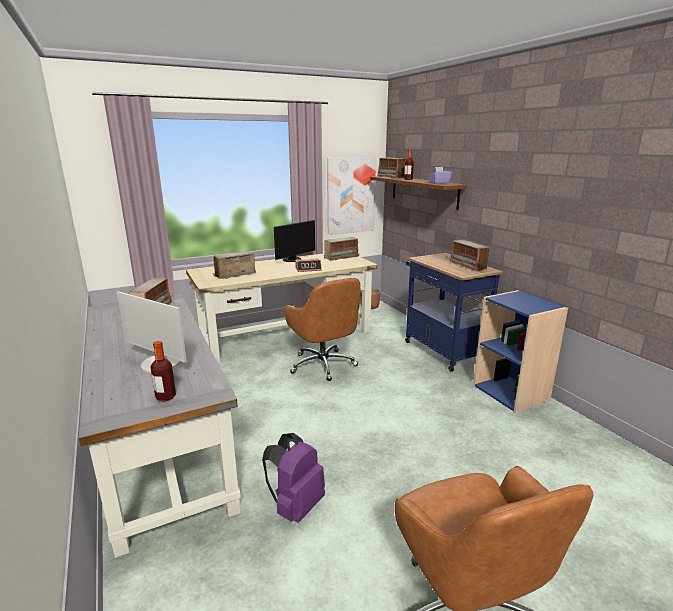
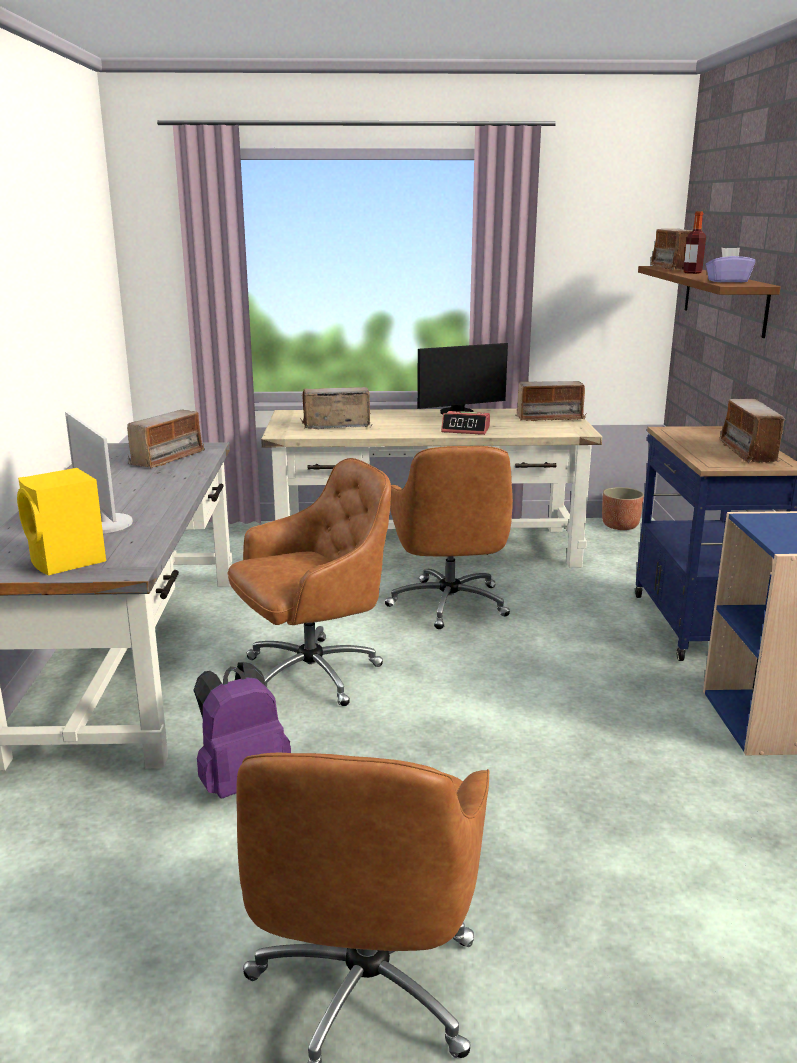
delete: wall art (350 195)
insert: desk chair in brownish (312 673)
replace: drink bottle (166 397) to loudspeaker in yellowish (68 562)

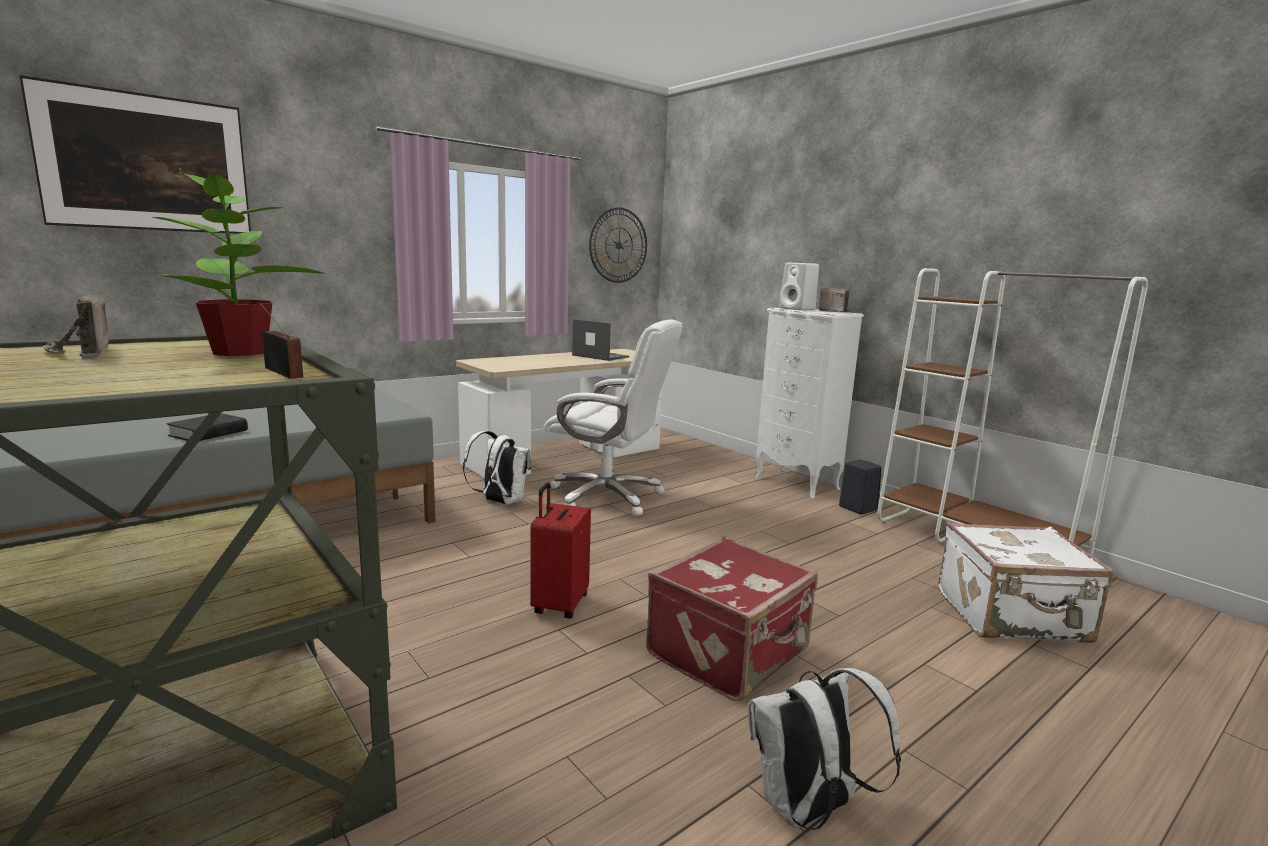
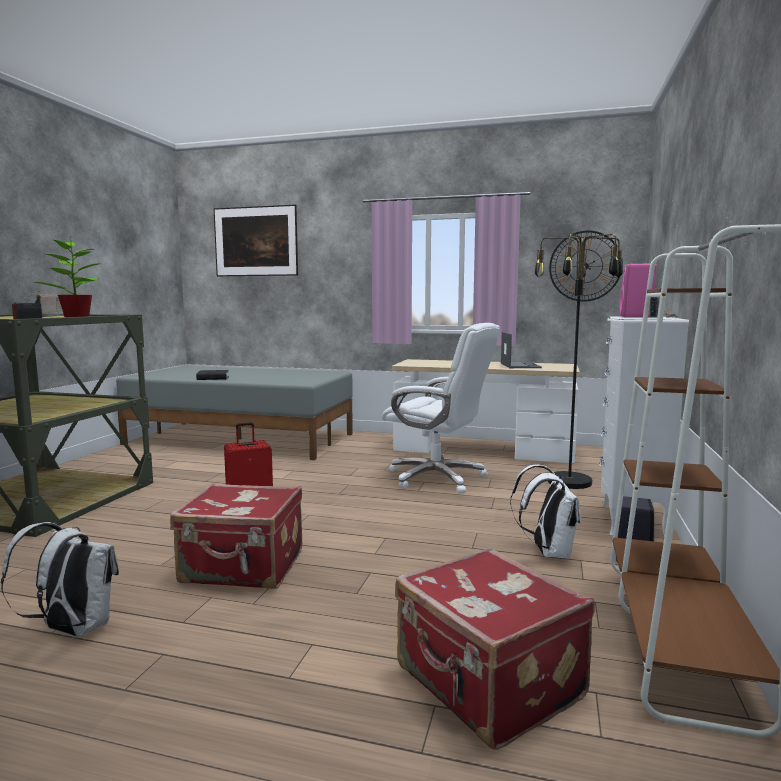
insert: floor lamp (569 482)
move: rucksack in white (500 502) to (548 552)
recolor: loudspeaker in white (798 309) to loudspeaker in pinkish (636 317); piece of luggage in white (1012 617) to piece of luggage in red (487 685)
rotate: desk chair in white (608 496) = (437 478) 45 degrees counterclockwise

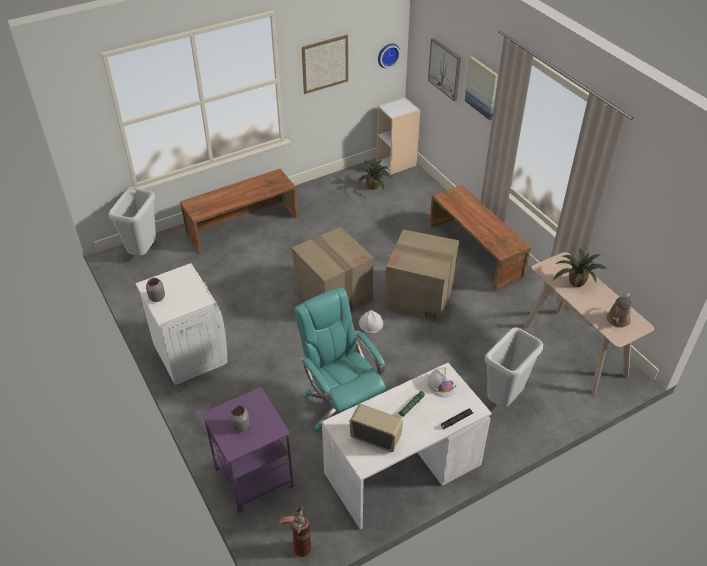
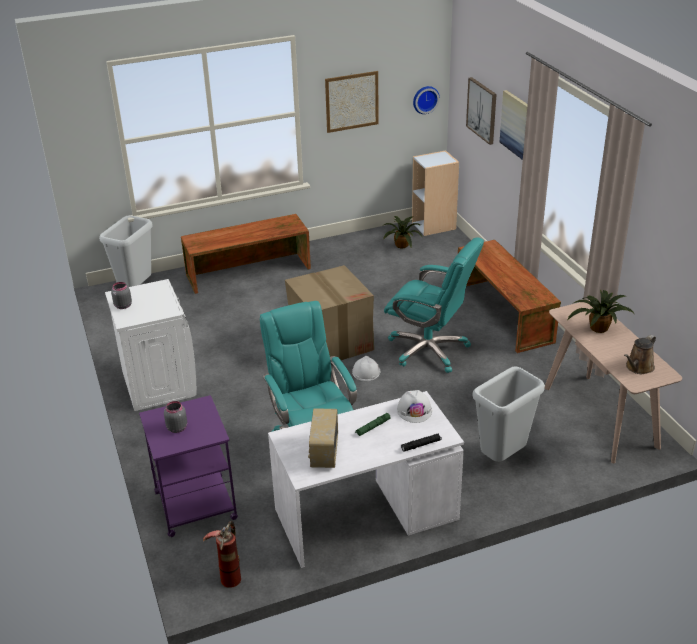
replace: carton (420 296) to desk chair in turquoise-coloured (429 350)
rotate: radio set (375 437) = (324 452) 120 degrees counterclockwise

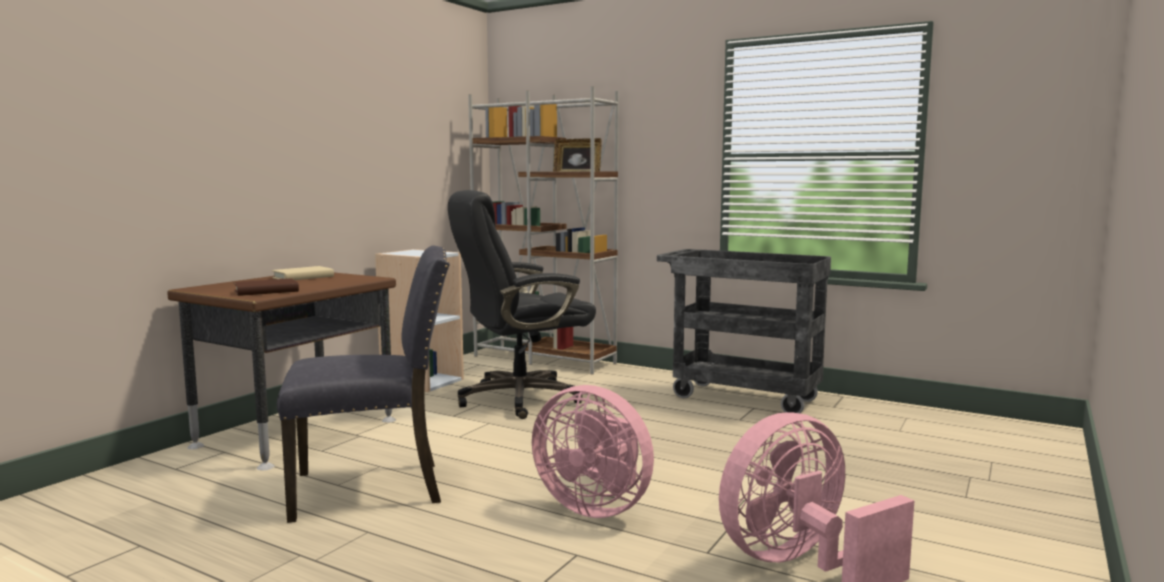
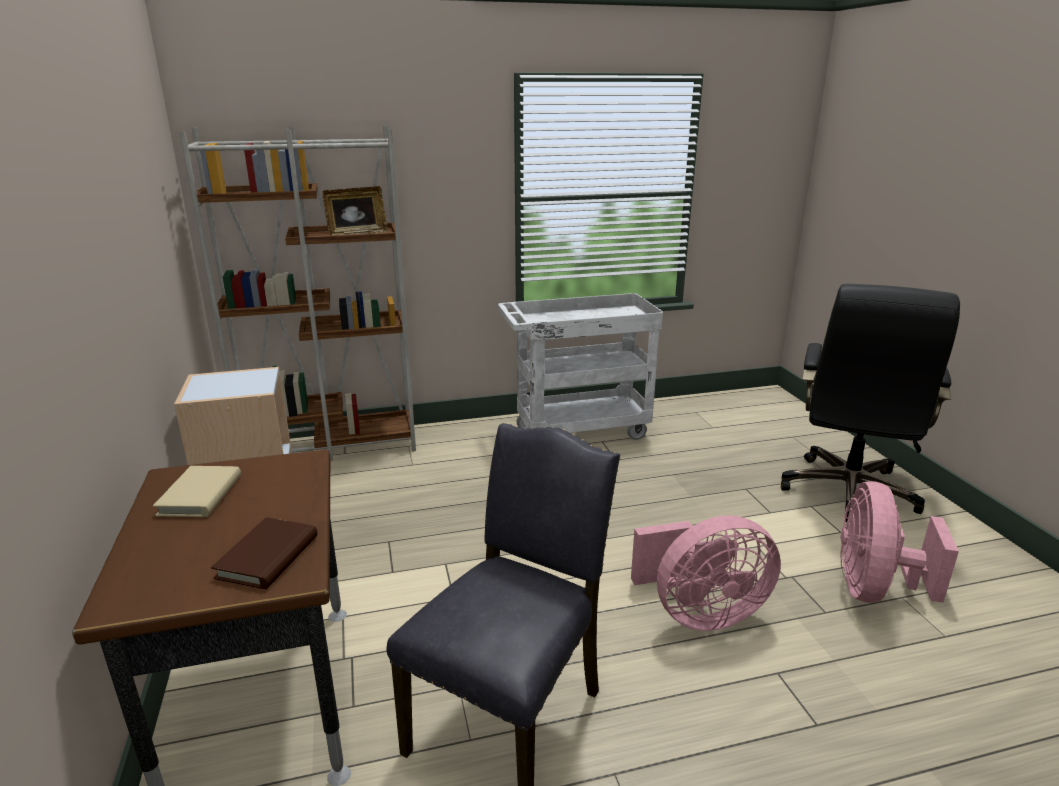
move: desk chair in black-coloured (522 399) to (847 489)
recolor: wheeled cart in black-coloured (738 398) to wheeled cart in white (575 435)

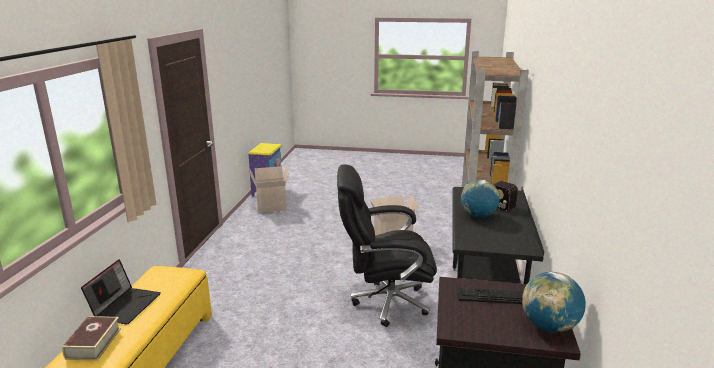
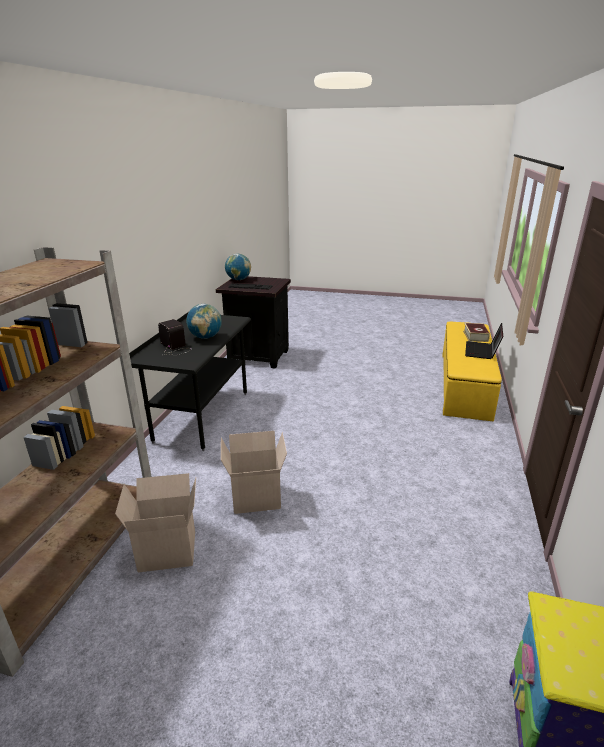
delete: desk chair in black-coloured (385 303)
move: carton (271 207) to (169 549)

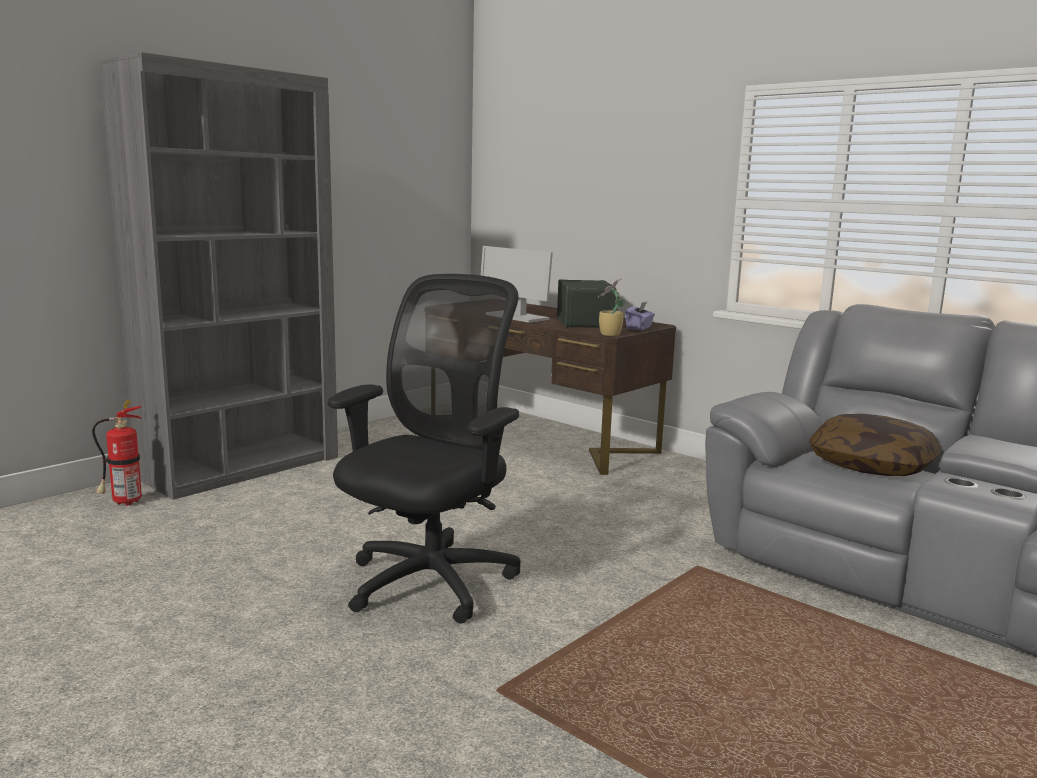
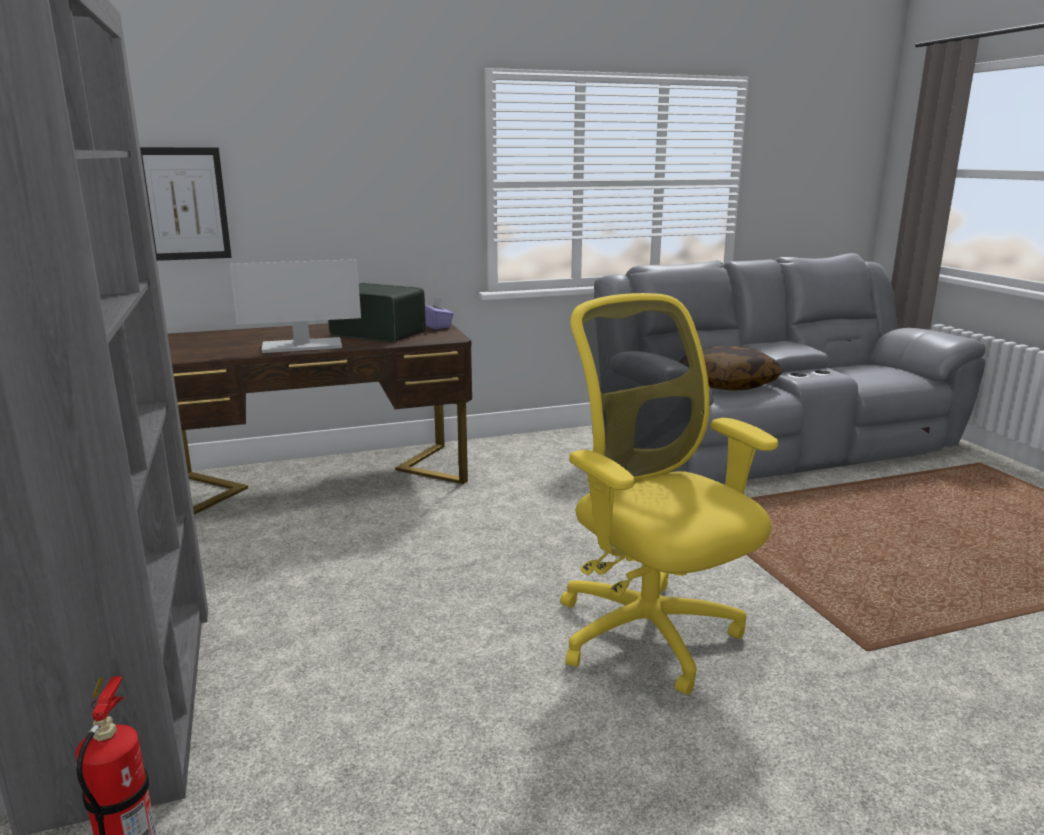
delete: potted plant (609 334)
insert: wall art (184 204)
recolor: desk chair in black-coloured (427 587) to desk chair in yellowish (655 638)

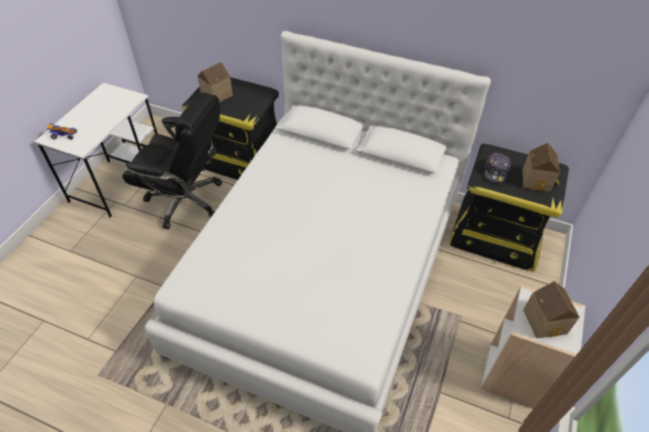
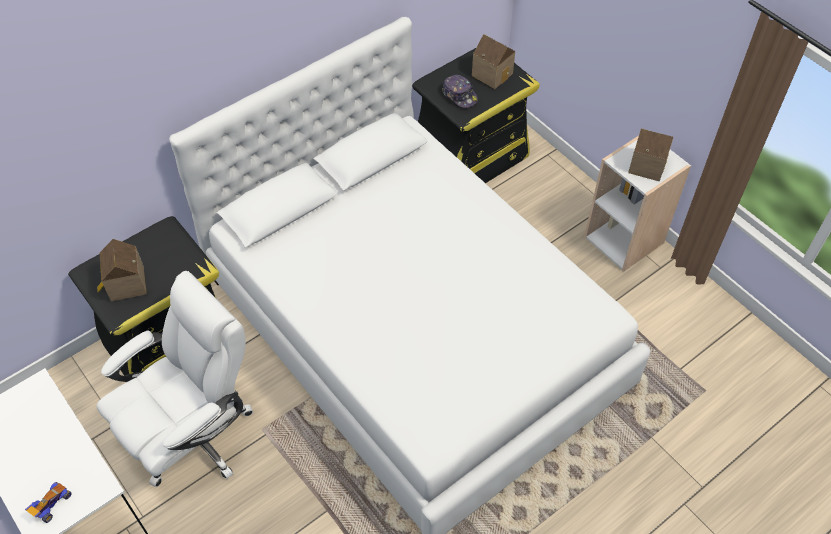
recolor: desk chair in black-coloured (185 200) to desk chair in white (193 434)

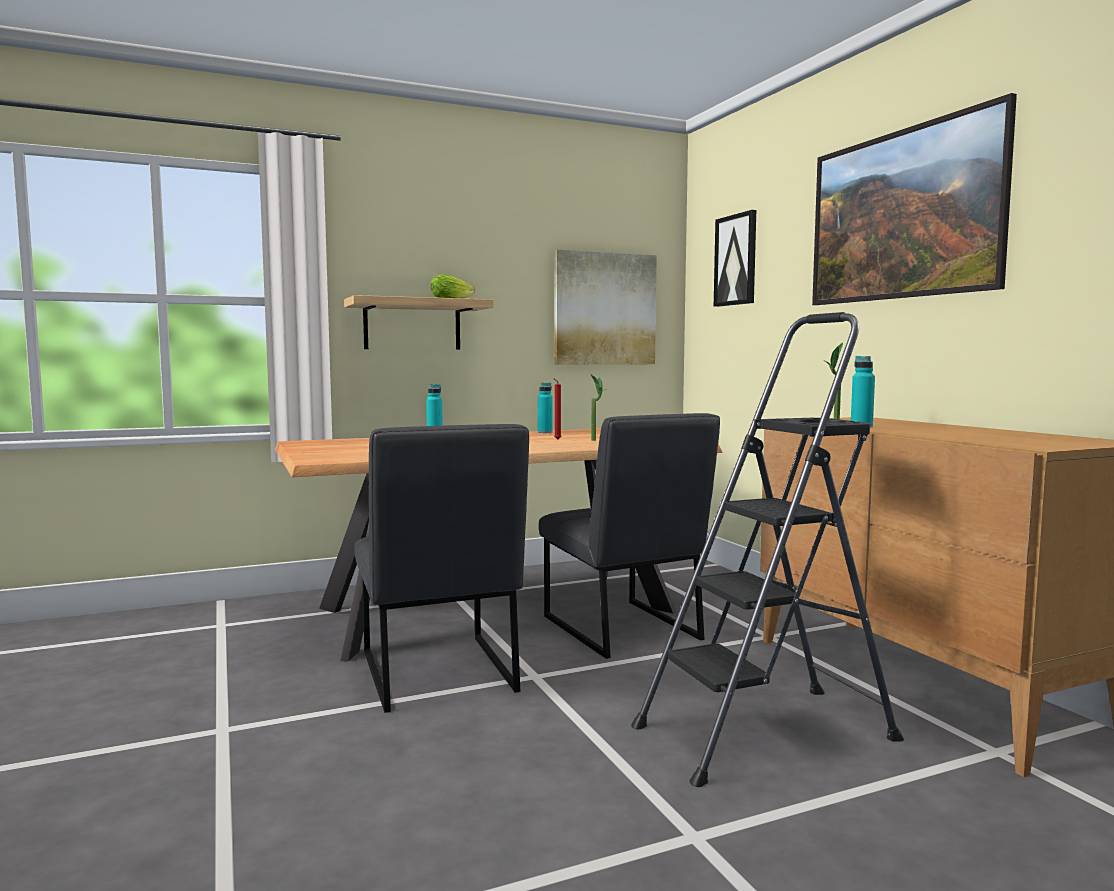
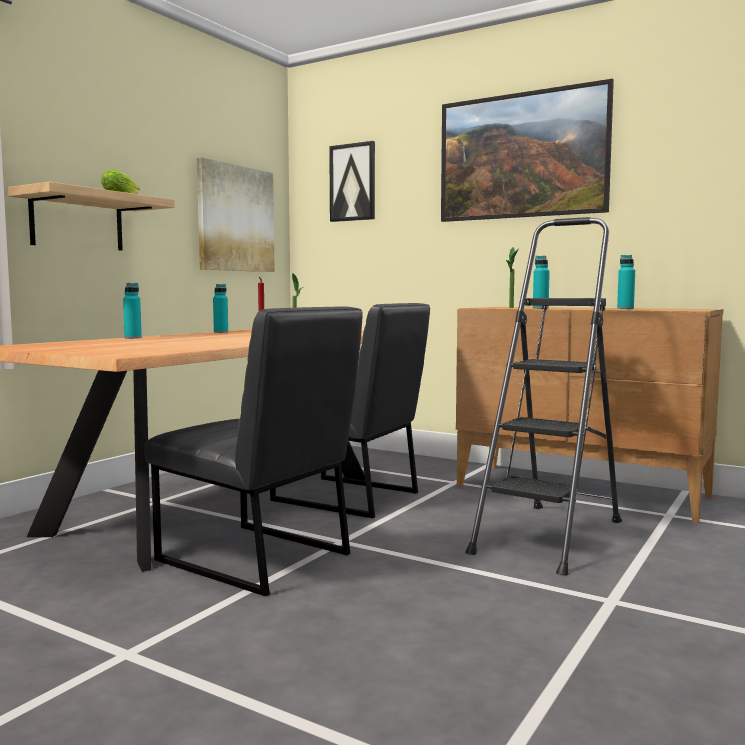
insert: drink bottle in turquoise-coloured (625 308)

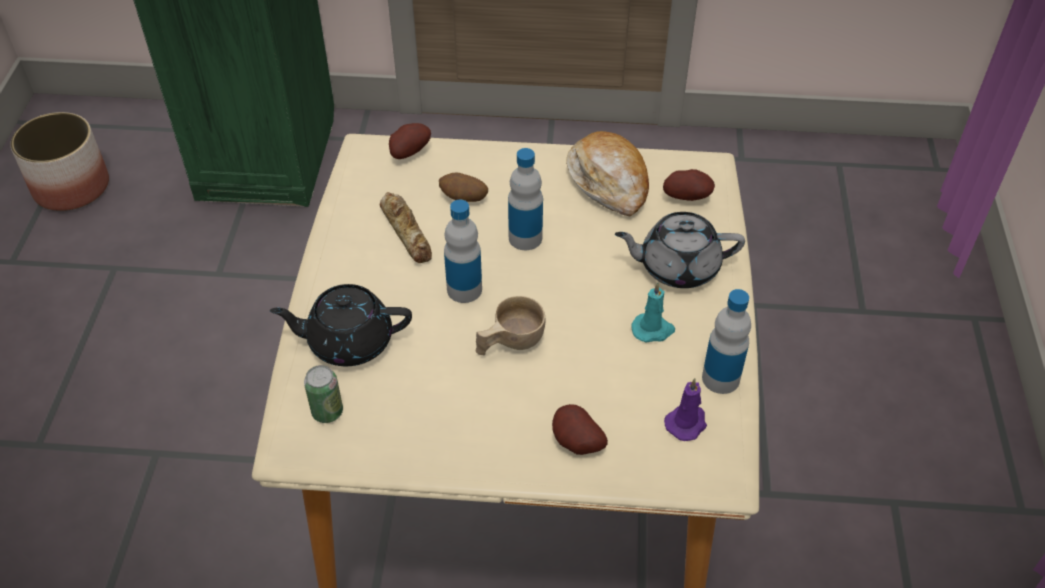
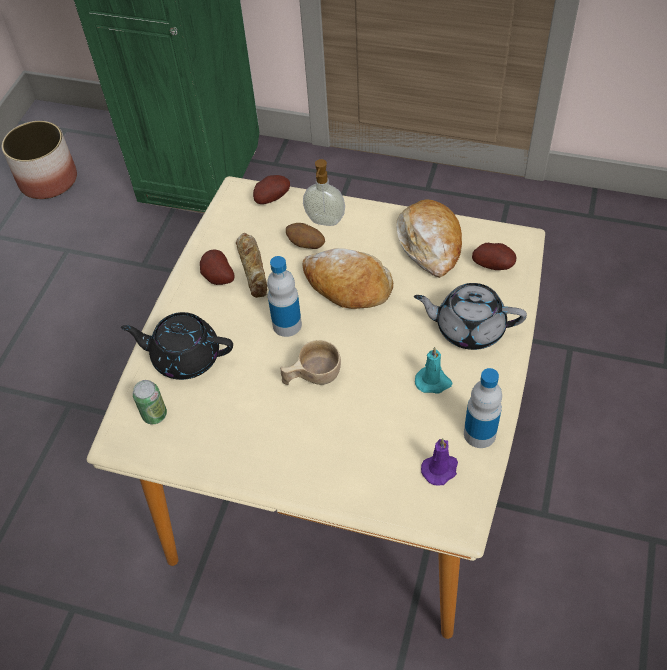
insert: soap dispenser (324 221)
move: whole potato (575 444) to (217 278)
replace: drink bottle (525 238) to bakery bread (347 285)

